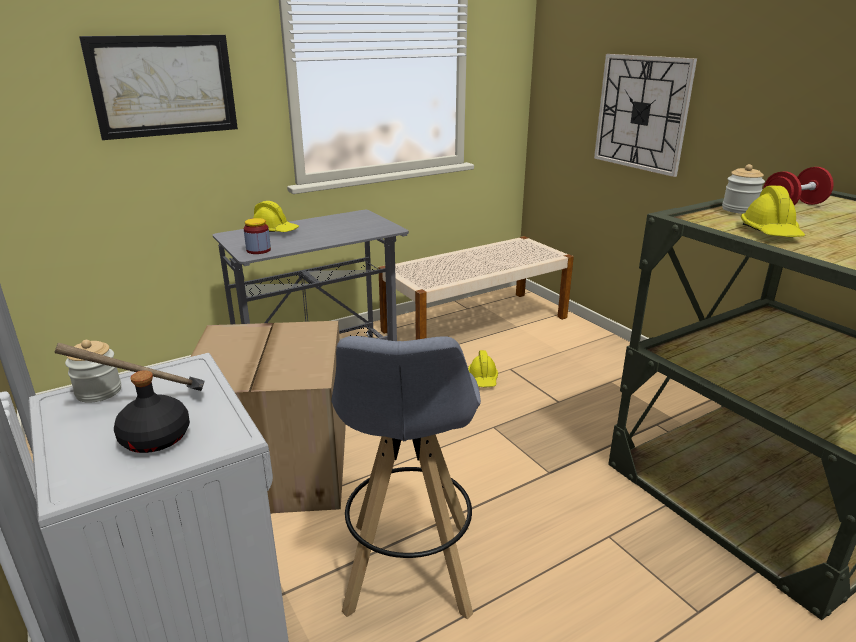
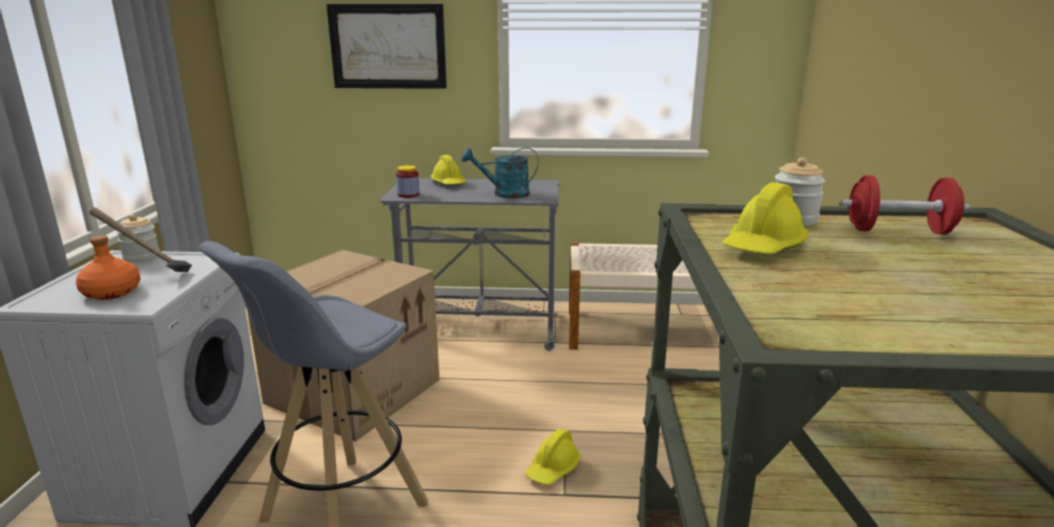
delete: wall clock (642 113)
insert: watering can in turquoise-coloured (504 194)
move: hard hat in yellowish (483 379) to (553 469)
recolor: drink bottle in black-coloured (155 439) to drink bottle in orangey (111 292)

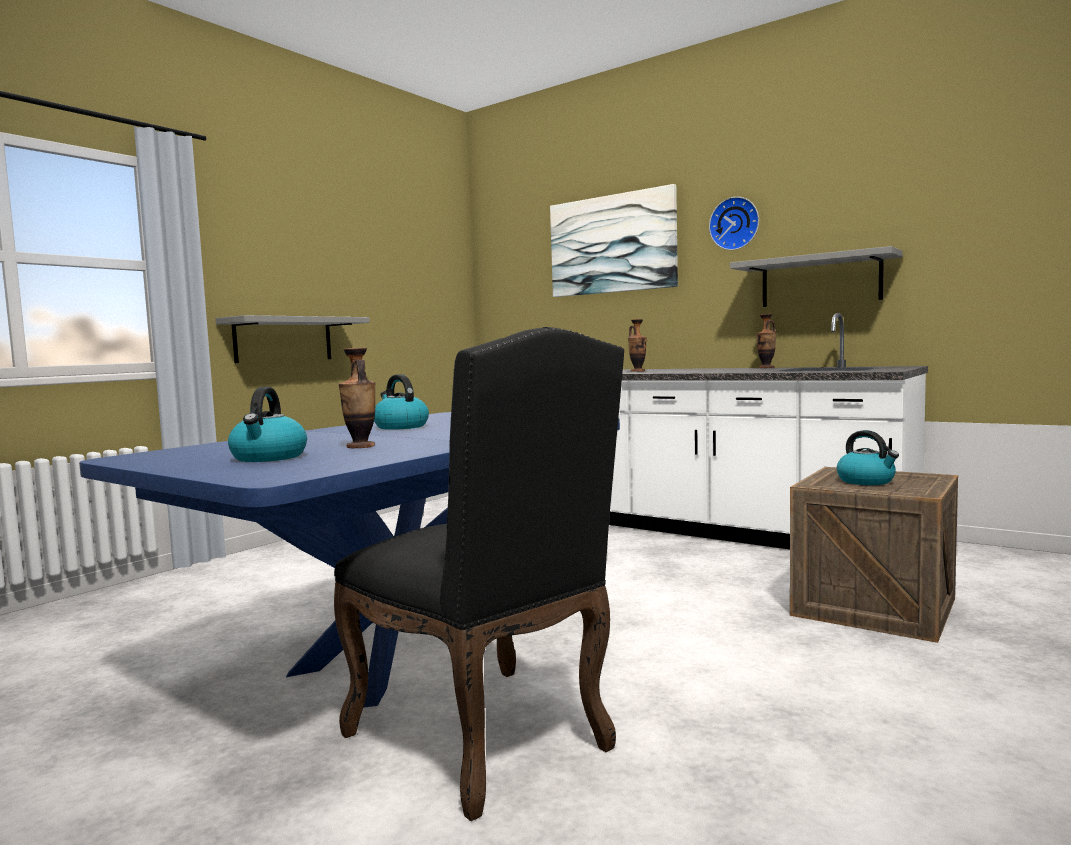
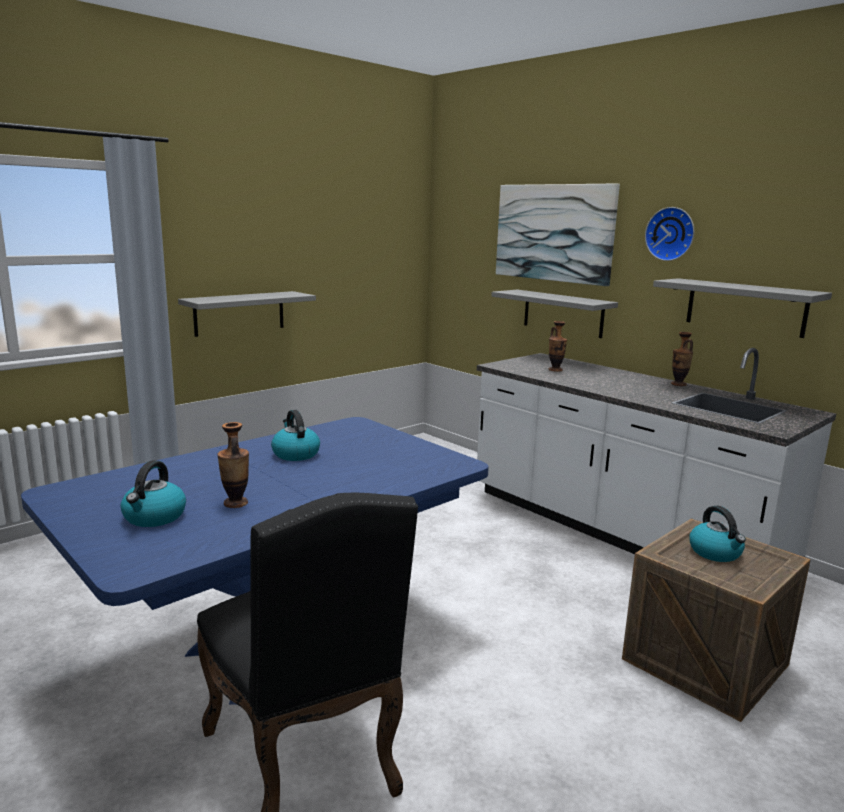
insert: shelf in grey (563 313)

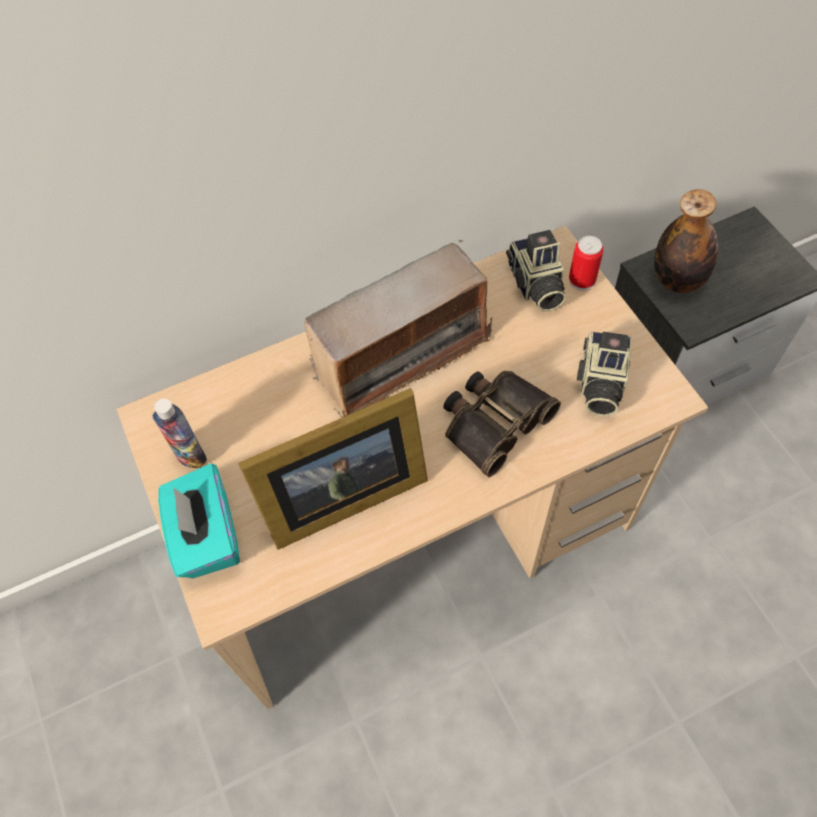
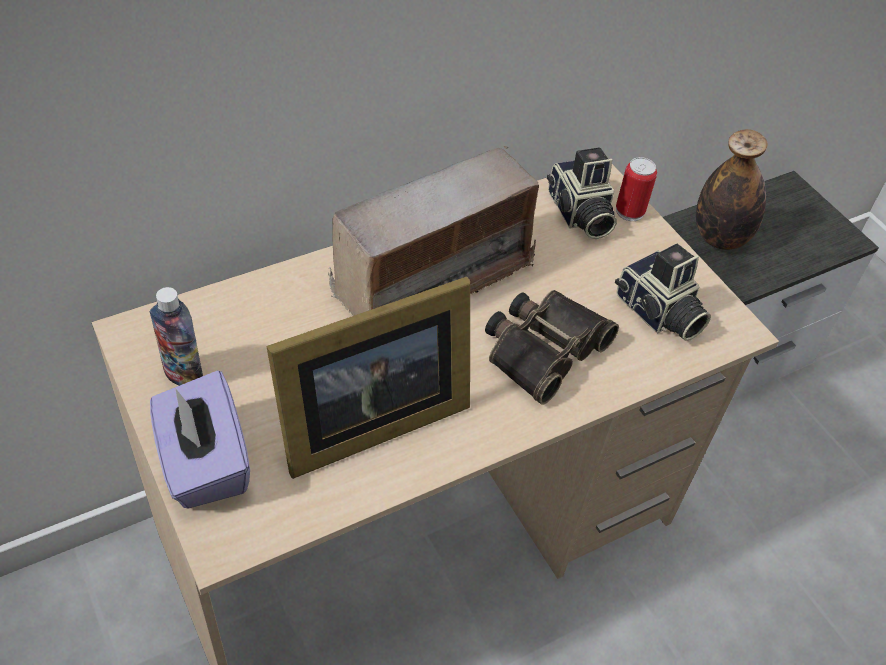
recolor: tissue box in turquoise-coloured (206 536) to tissue box in purple (204 463)
rotate: photo camera (599 384) = (657 314) 45 degrees counterclockwise

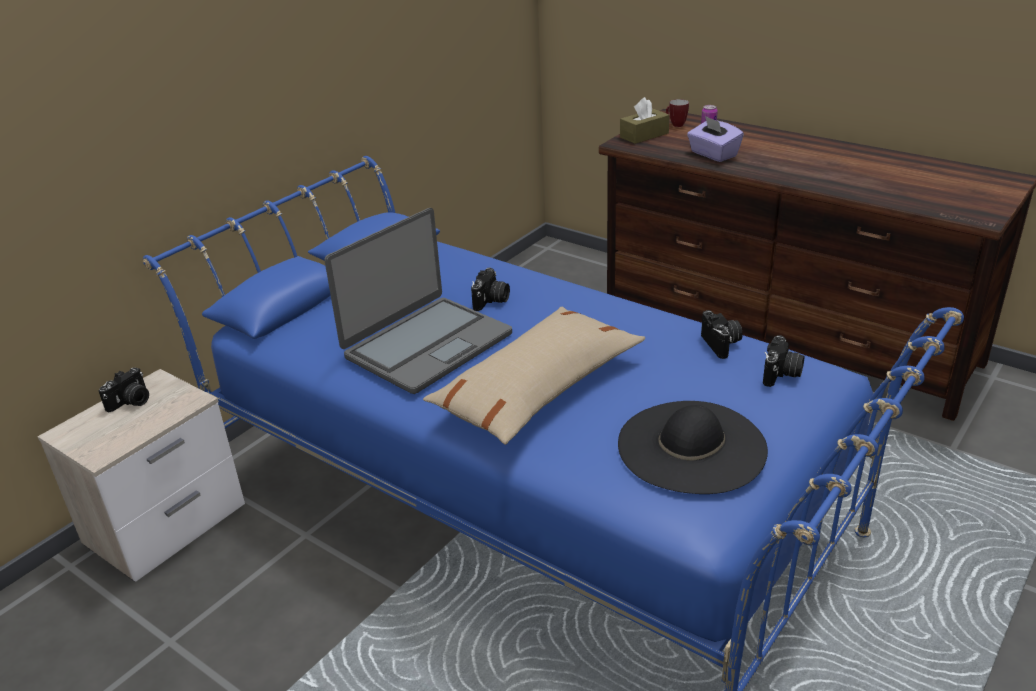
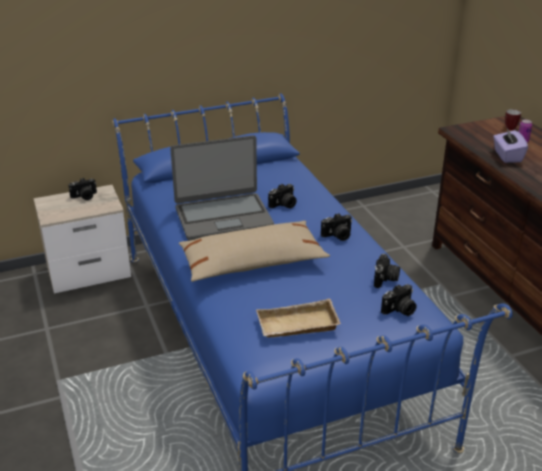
delete: tissue box in brownish (644 135)
insert: photo camera (337 236)
replace: wearable hat in black-coloured (691 446) to carrying tray in beige (297 326)

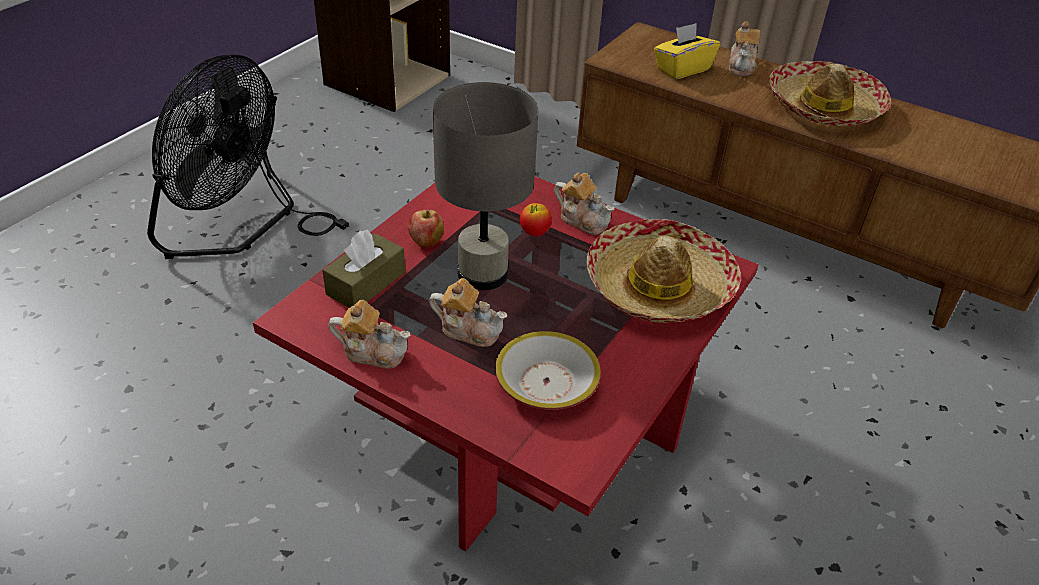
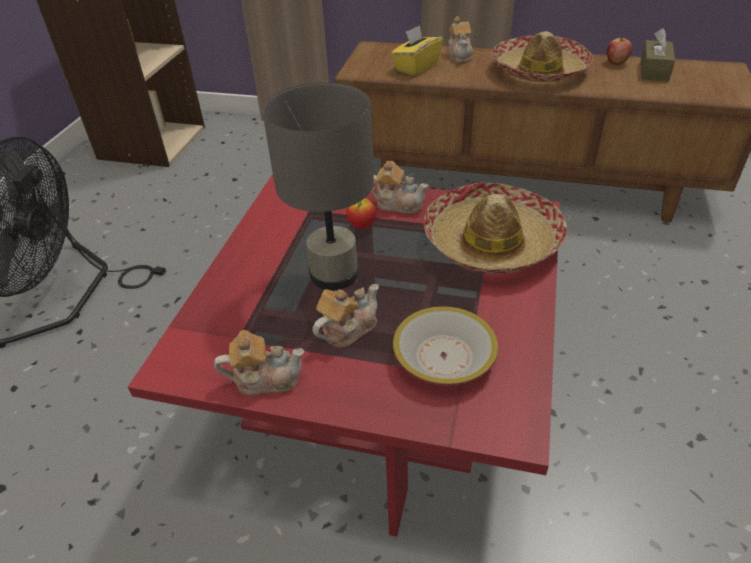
move: tissue box in brownish (366 283) to (654 70); apple fruit (426 242) to (616 63)
rotate: teapot (469 329) = (347 329) 45 degrees counterclockwise

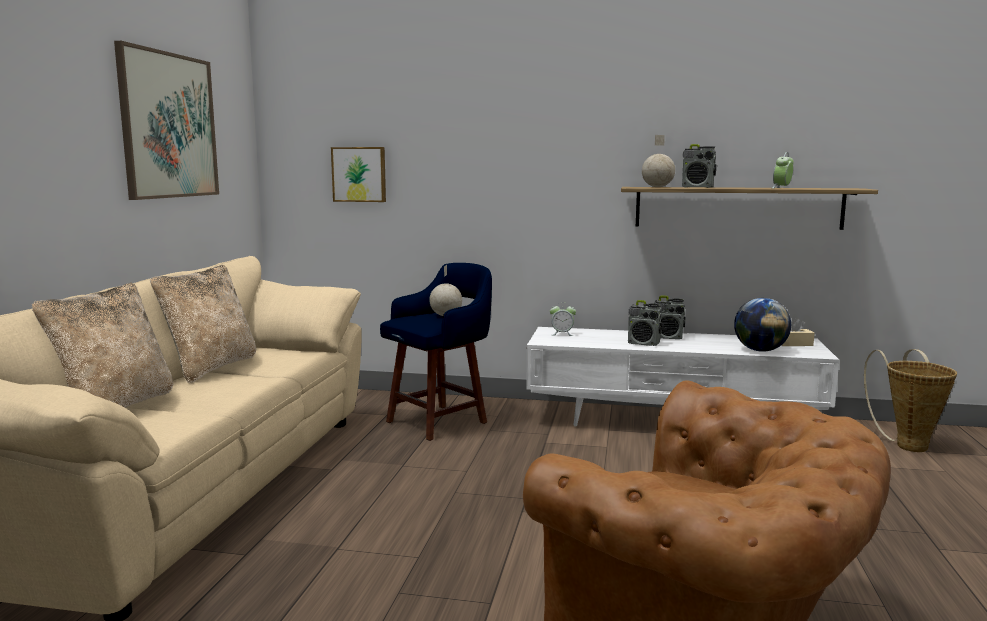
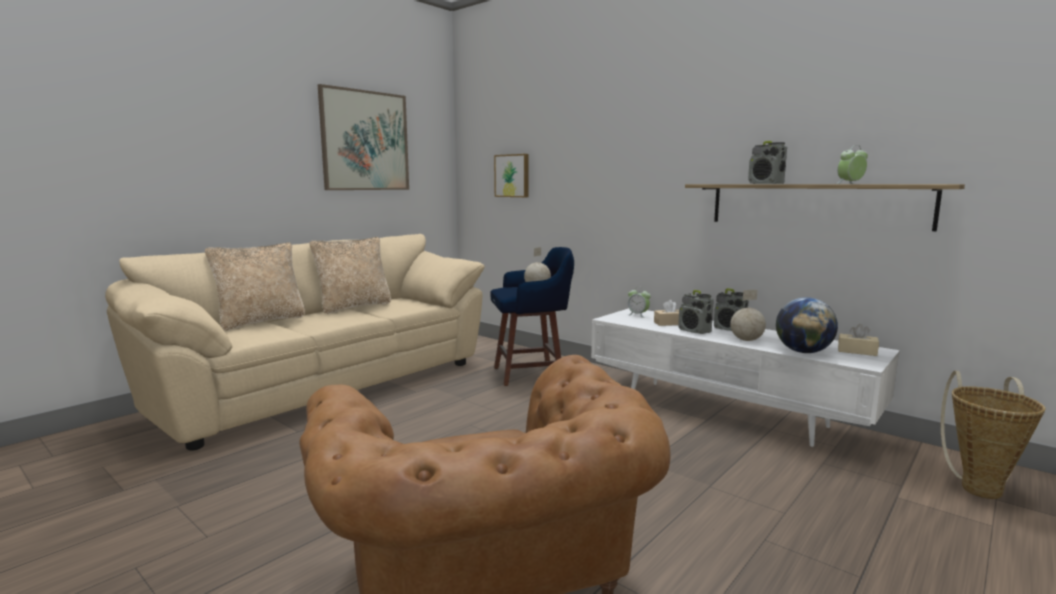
insert: tissue box in beige (669 323)
move: desk globe (658 187) to (747 340)

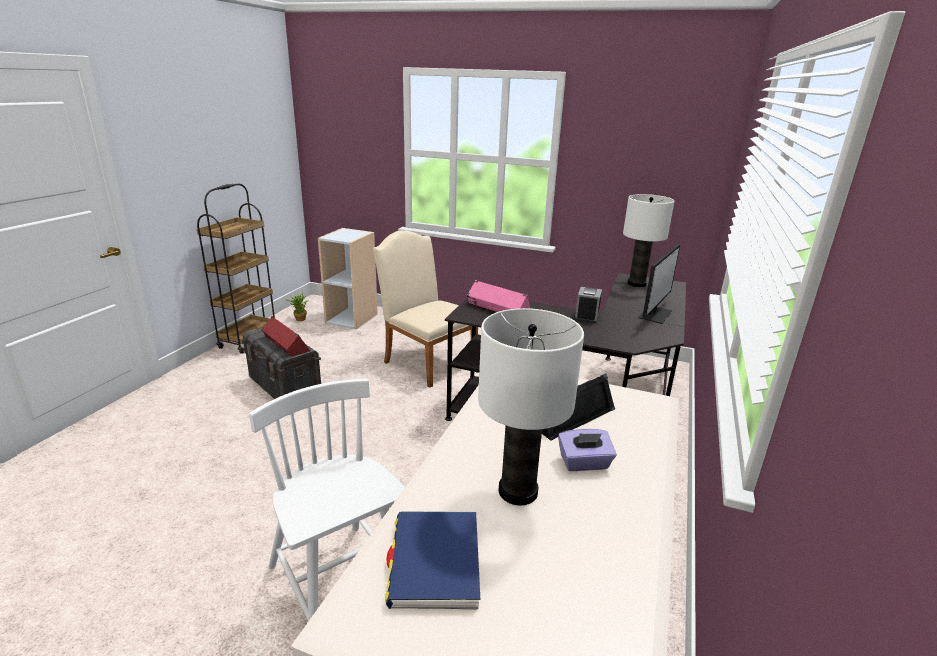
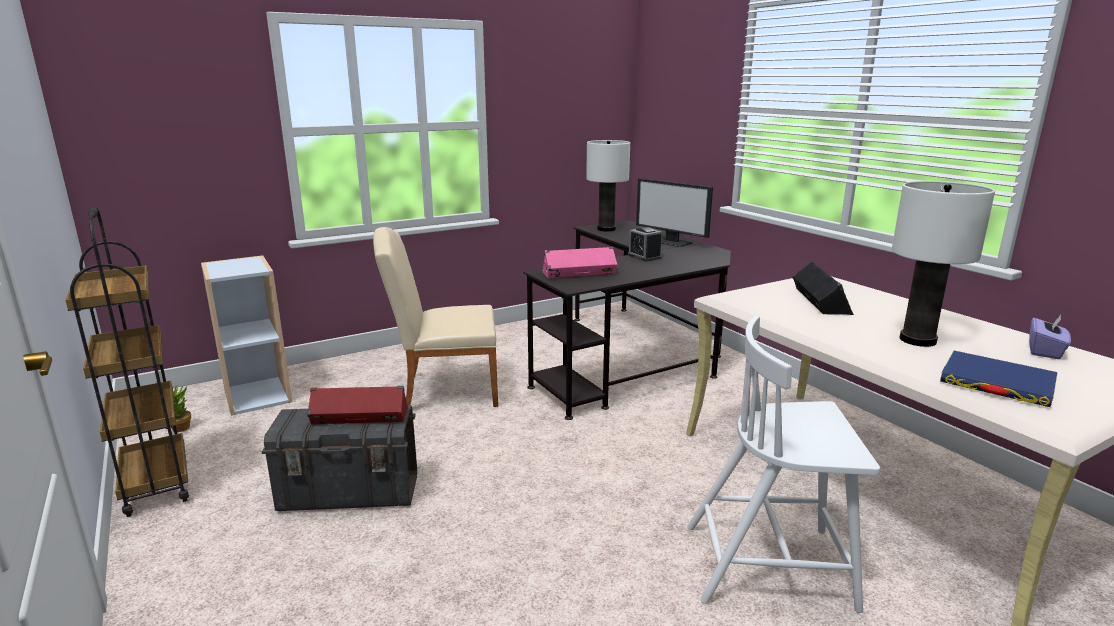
move: tissue box in purple (584 463) to (1045 351)
rotate: computer display (654 314) = (671 242) 150 degrees clockwise

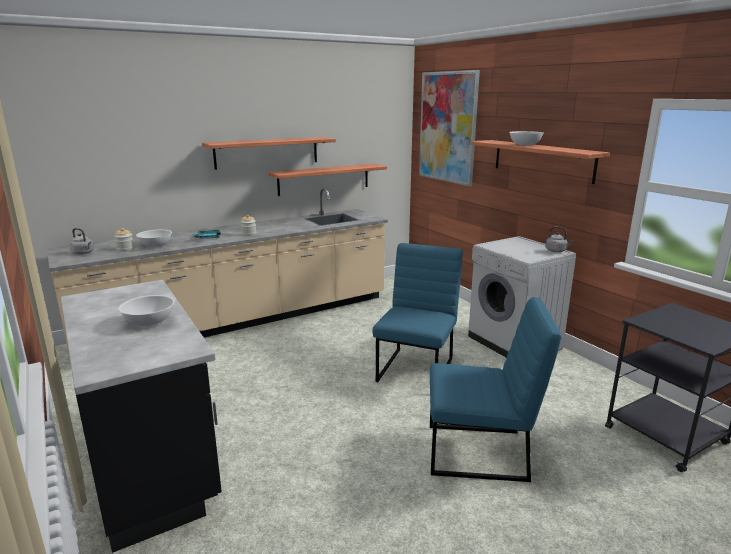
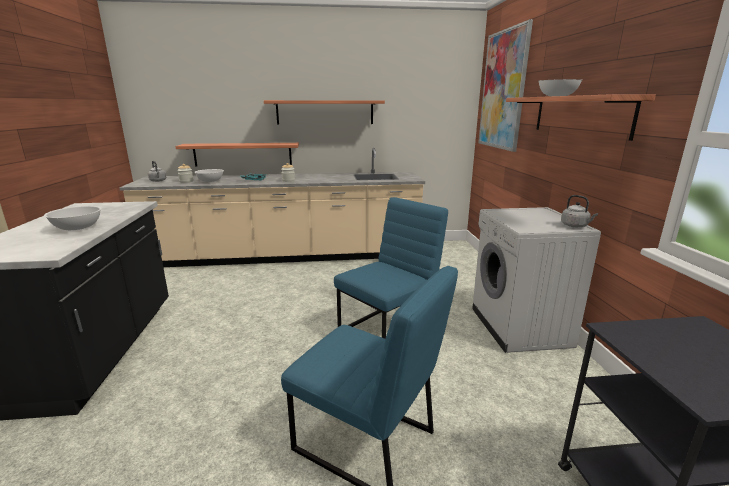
move: shelf (324 179) to (243 154)

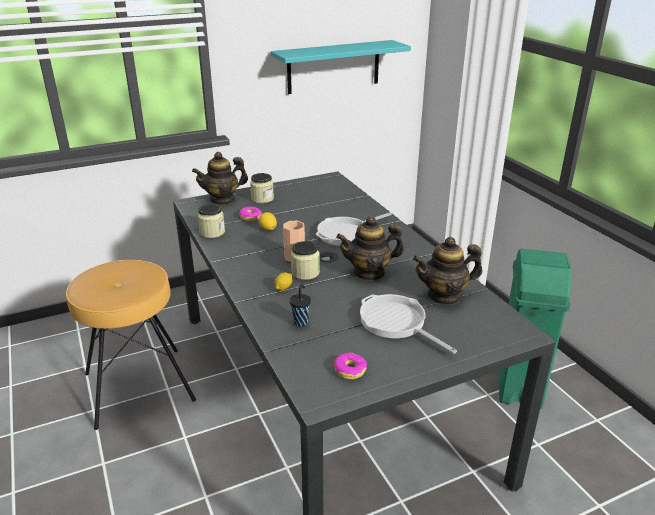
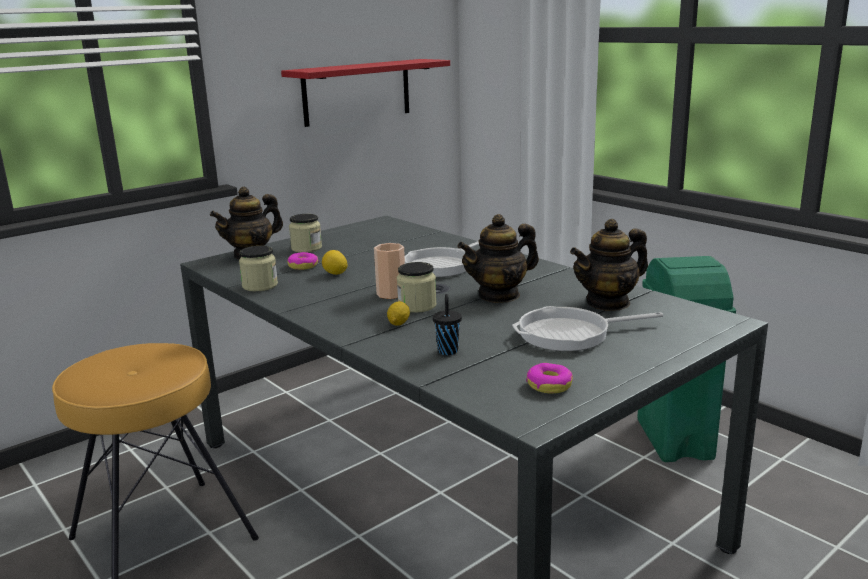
recolor: shelf in turquoise-coloured (333 67) to shelf in red (357 92)
rotate: pan (396 323) = (570 334) 45 degrees counterclockwise

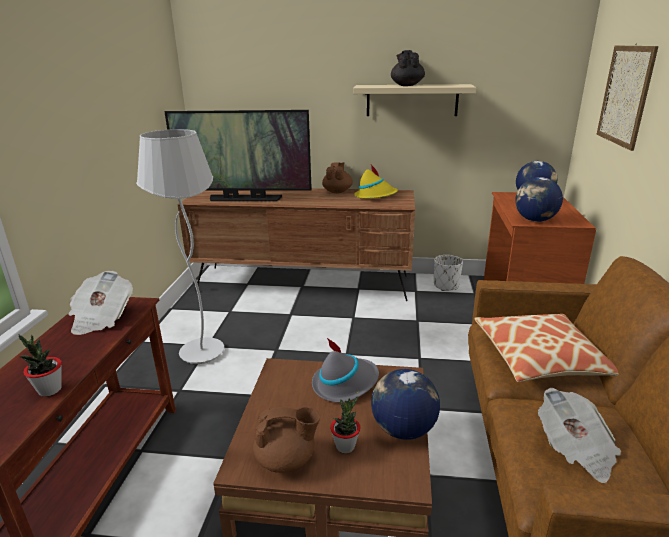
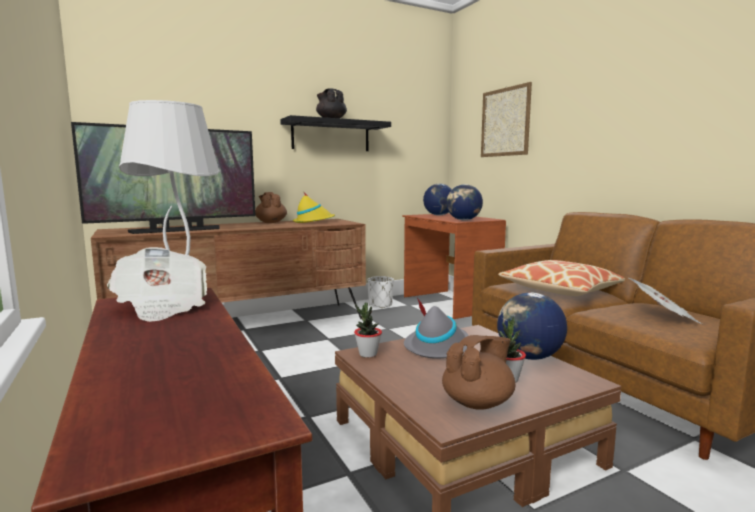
move: potted plant (49 390) to (368 354)
recolor: shelf in beige (412 100) to shelf in black-coloured (331 136)

